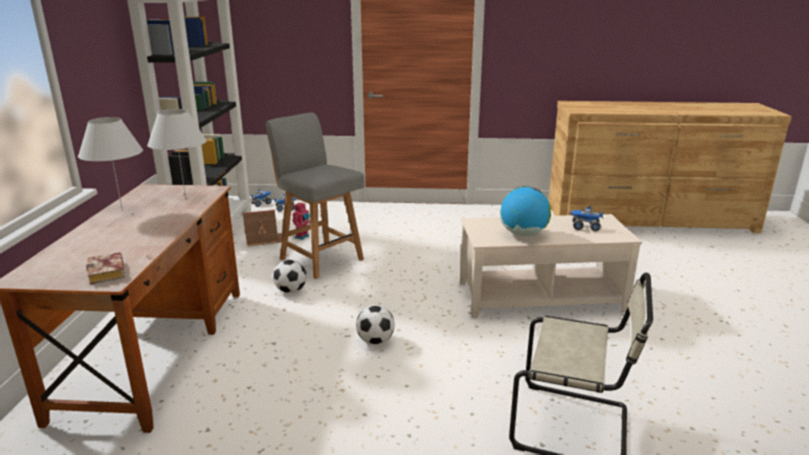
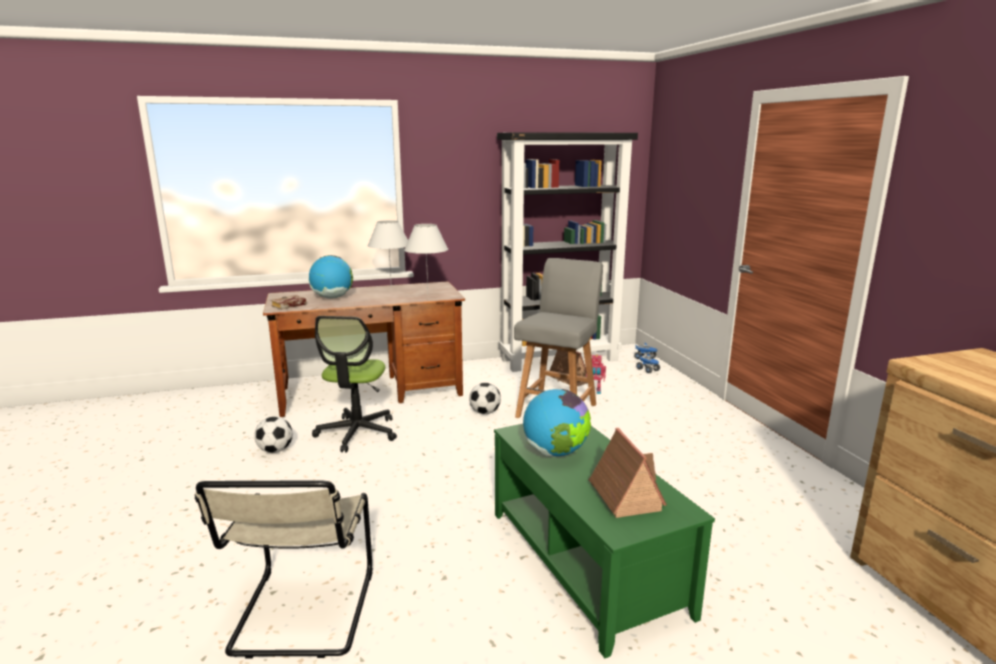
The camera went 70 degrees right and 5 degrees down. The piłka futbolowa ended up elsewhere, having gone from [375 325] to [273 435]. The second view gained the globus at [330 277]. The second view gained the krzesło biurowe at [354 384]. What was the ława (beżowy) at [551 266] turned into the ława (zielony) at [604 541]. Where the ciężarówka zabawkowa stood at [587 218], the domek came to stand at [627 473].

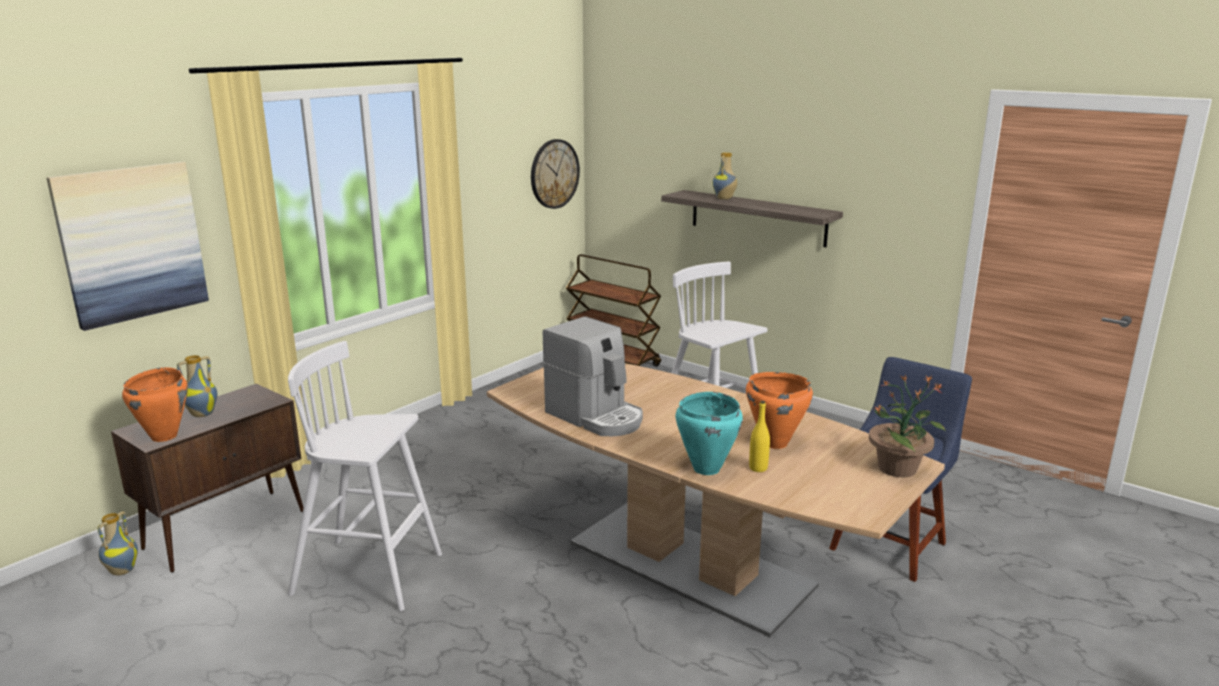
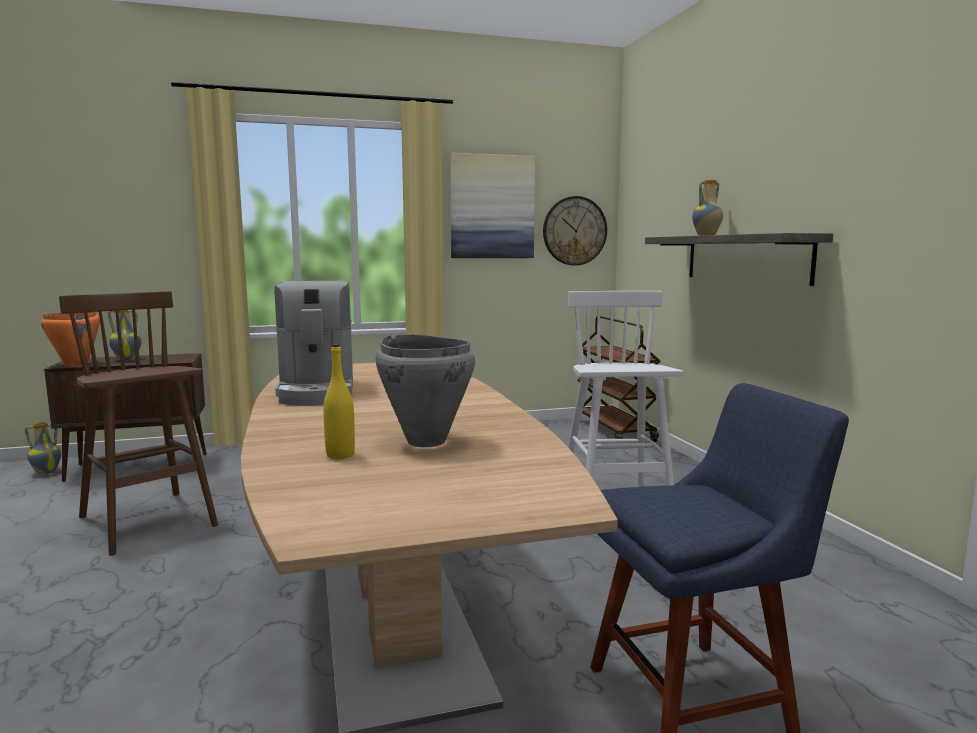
The camera went 35 degrees right and 10 degrees down. What was the stołek (biały) at [365 476] turned into the stołek (brązowy) at [138 423]. What was the garnek (pomarańczowy) at [779 410] turned into the garnek (szary) at [425 390]. The obraz ended up elsewhere, having gone from [128 246] to [492 205]. The second view lost the garnek (turkusowy) at [709 433]. The second view lost the roślina doniczkowa at [907 426].

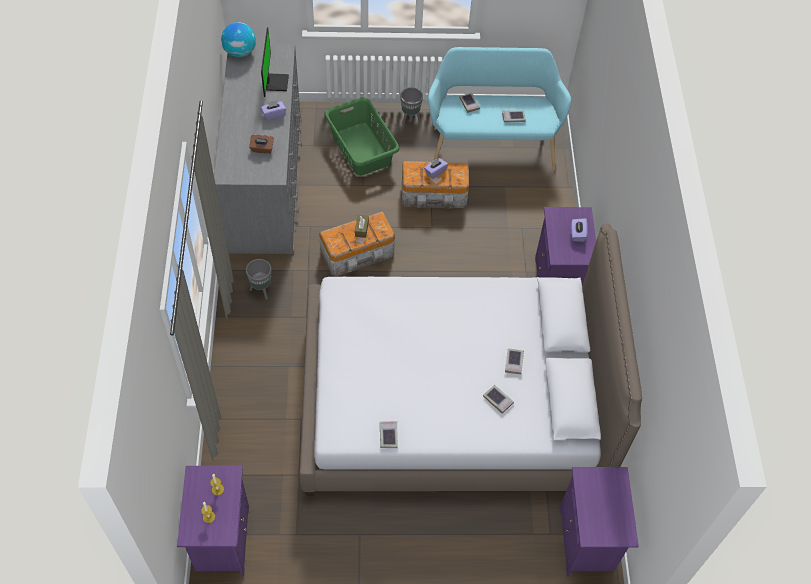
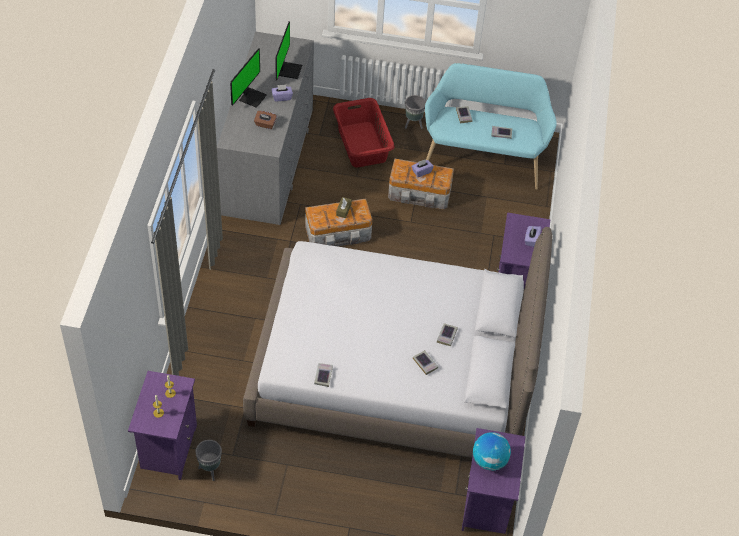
The camera went 10 degrees right and 5 degrees down. The donica (szary) ended up elsewhere, having gone from [259 279] to [208 460]. The second view gained the monitor at [248 78]. What was the kosz na pranie (zielony) at [362 136] turned into the kosz na pranie (czerwony) at [363 132]. The globus ended up elsewhere, having gone from [238 39] to [492 451].

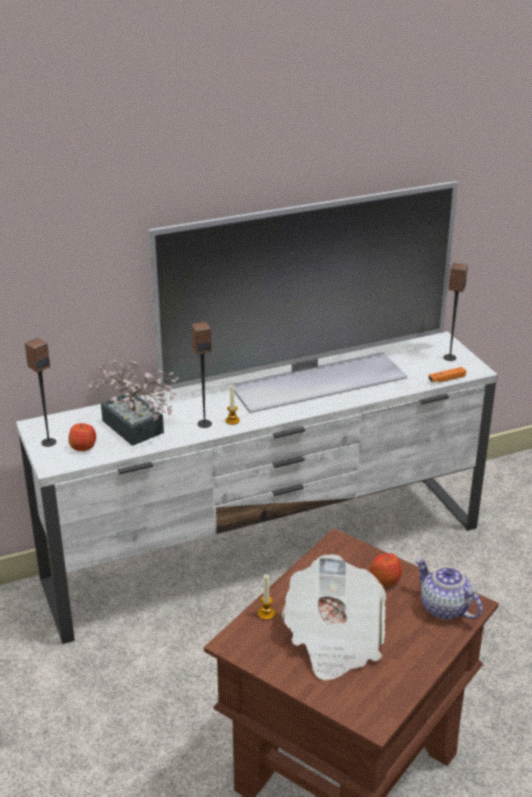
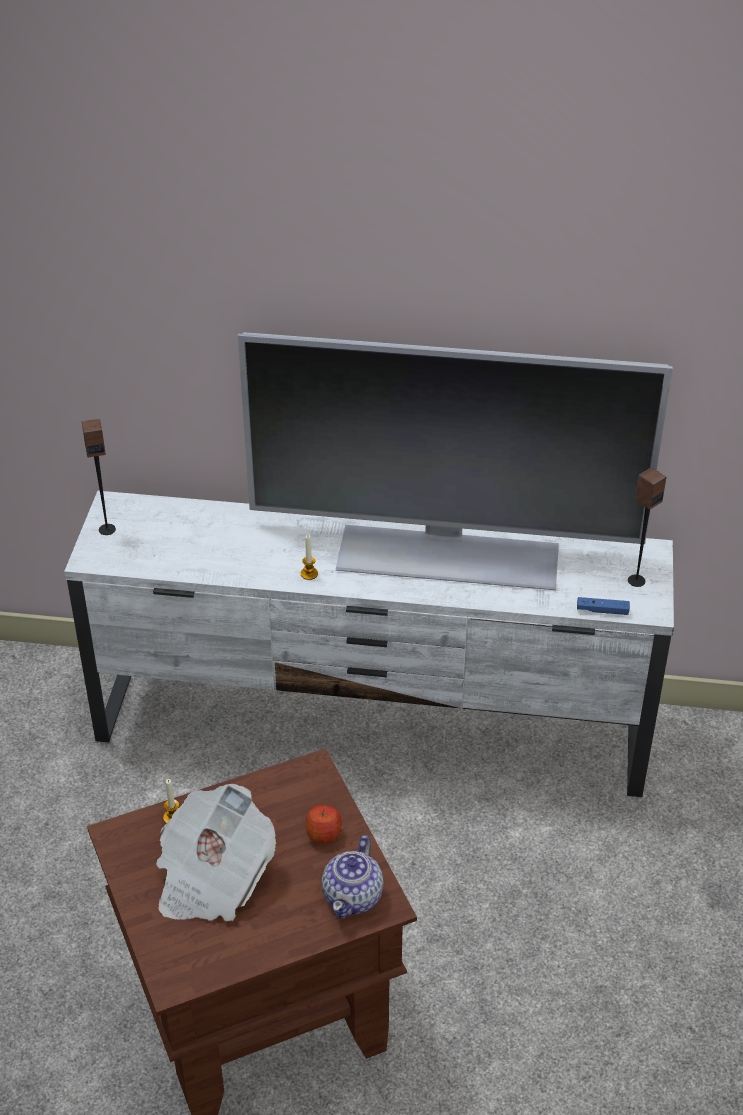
The camera went 30 degrees right and 10 degrees up. The imbryk at [449 589] ended up facing another way, 150 degrees counterclockwise from before. What was the pad do gier (pomarańczowy) at [447 375] turned into the pad do gier (niebieski) at [603 606]. The second view lost the jabłko at [82 437]. The second view lost the roślina doniczkowa at [133 403]. The second view lost the głośnik at [202 375].

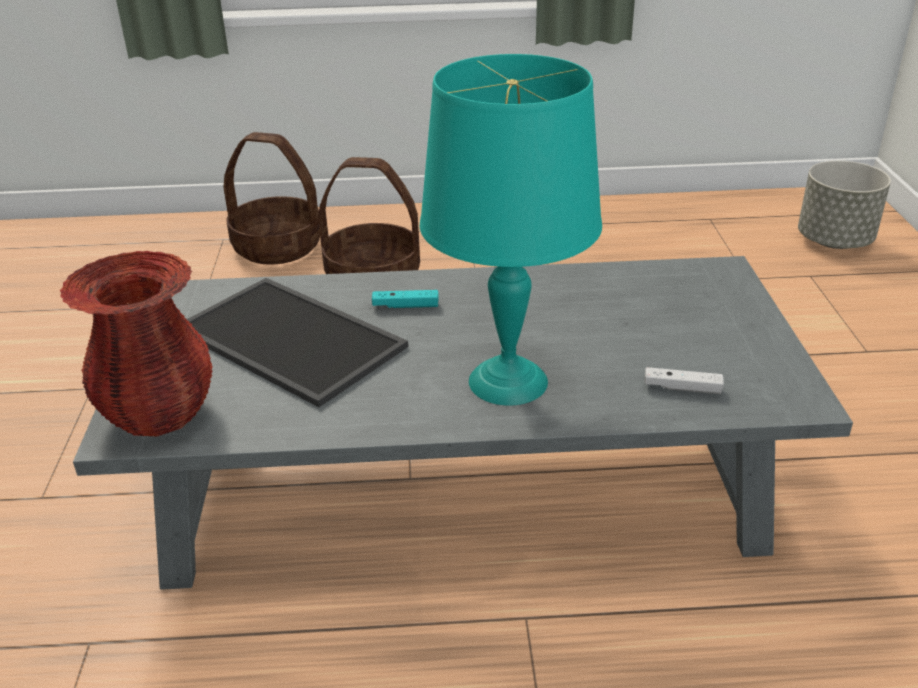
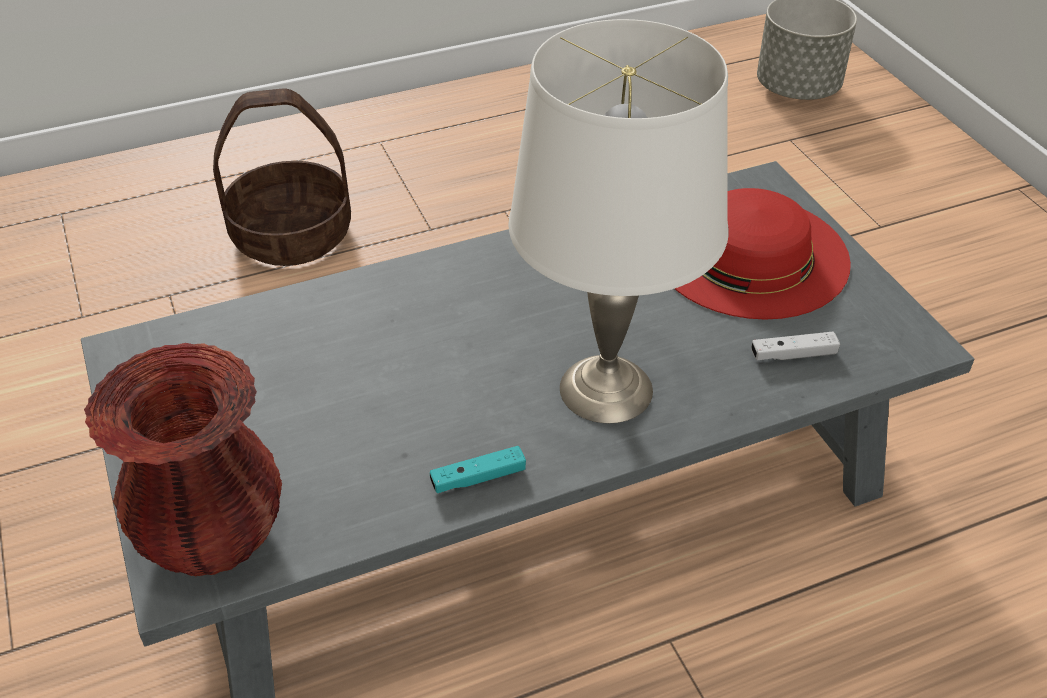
The camera went 20 degrees left and 10 degrees up. The pad do gier (turkusowy) ended up elsewhere, having gone from [405 299] to [478 469]. What was the lampa stołowa (turkusowy) at [511 230] turned into the lampa stołowa (biały) at [618 221]. The second view gained the kapelusz (czerwony) at [763 254]. The second view lost the taca at [297 342]. The second view lost the koszyk at [272 198].

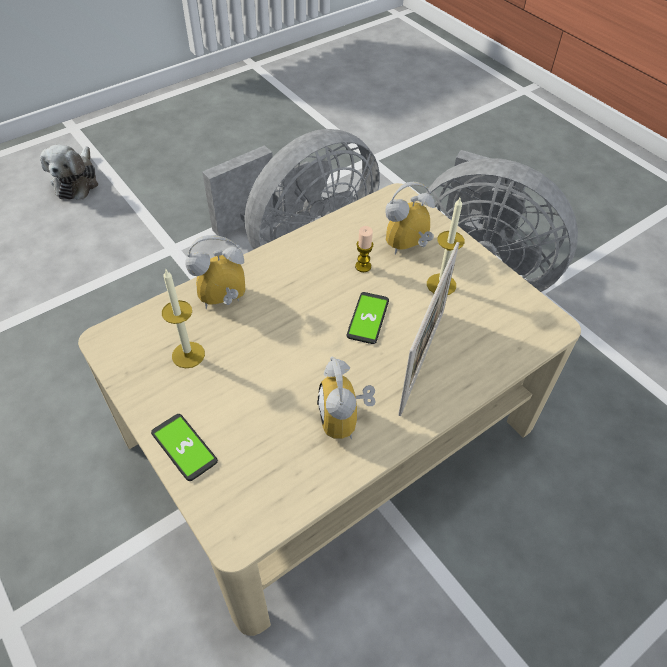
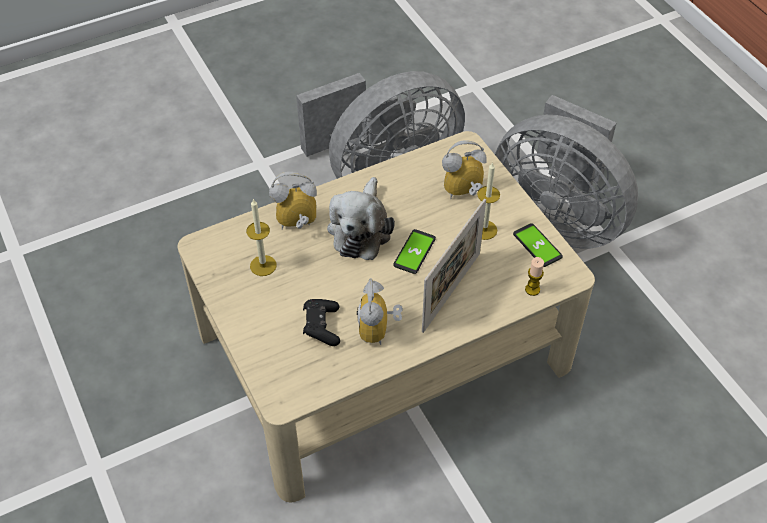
The camera went 10 degrees right and 0 degrees up. The second view gained the pad do gier (czarny) at [321 322]. The pluszak ended up elsewhere, having gone from [69 172] to [361 218]. The telefon ended up elsewhere, having gone from [184 447] to [538 245]. The świeca ended up elsewhere, having gone from [364 249] to [534 276].

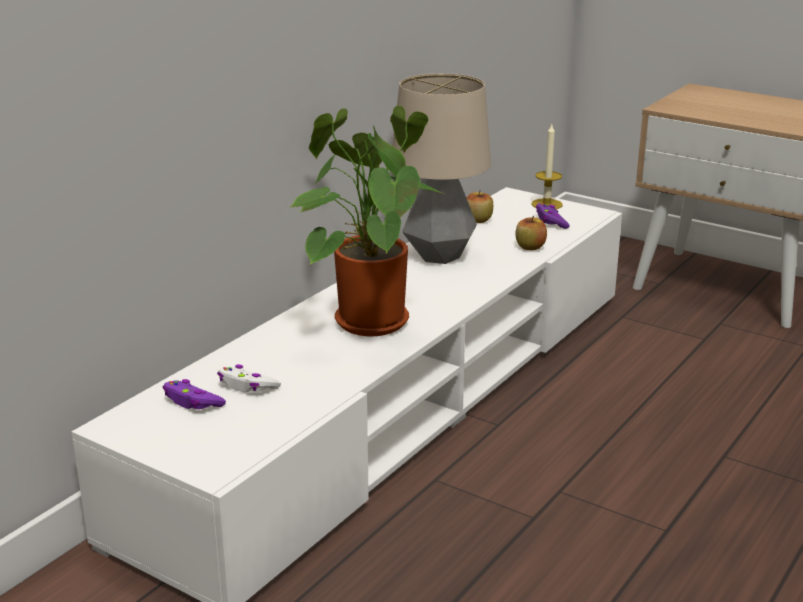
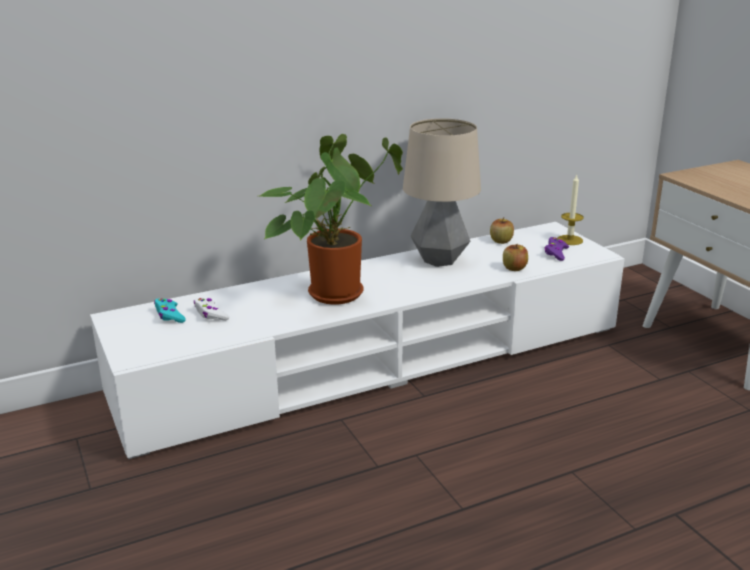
The camera went 30 degrees right and 0 degrees up. What was the pad do gier (fioletowy) at [194 394] turned into the pad do gier (turkusowy) at [170 310].

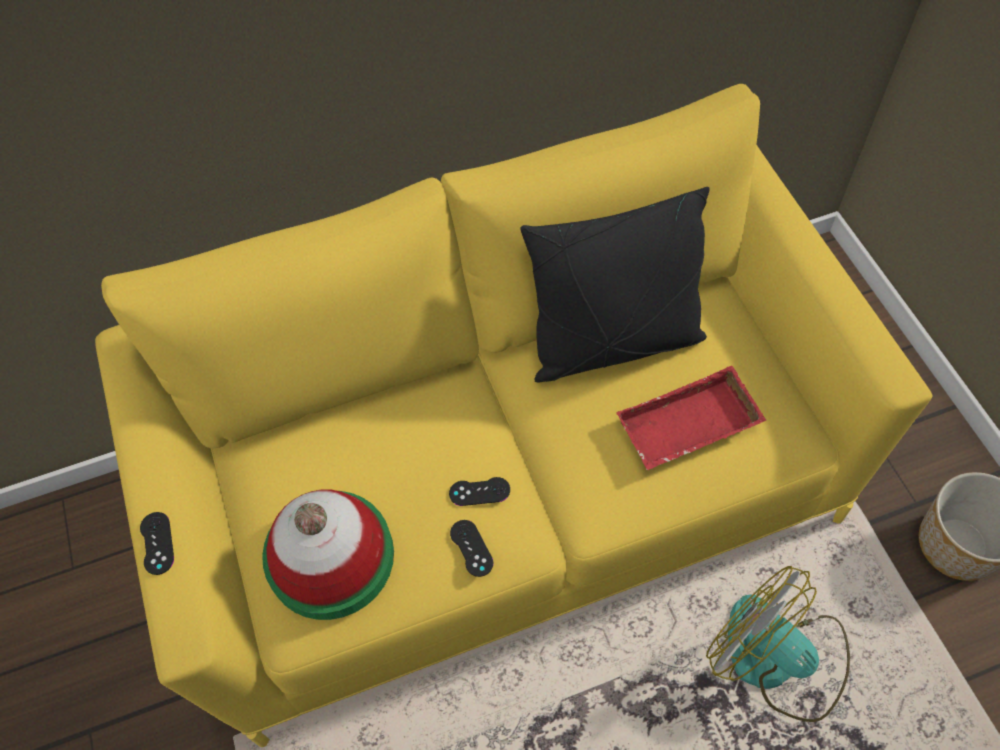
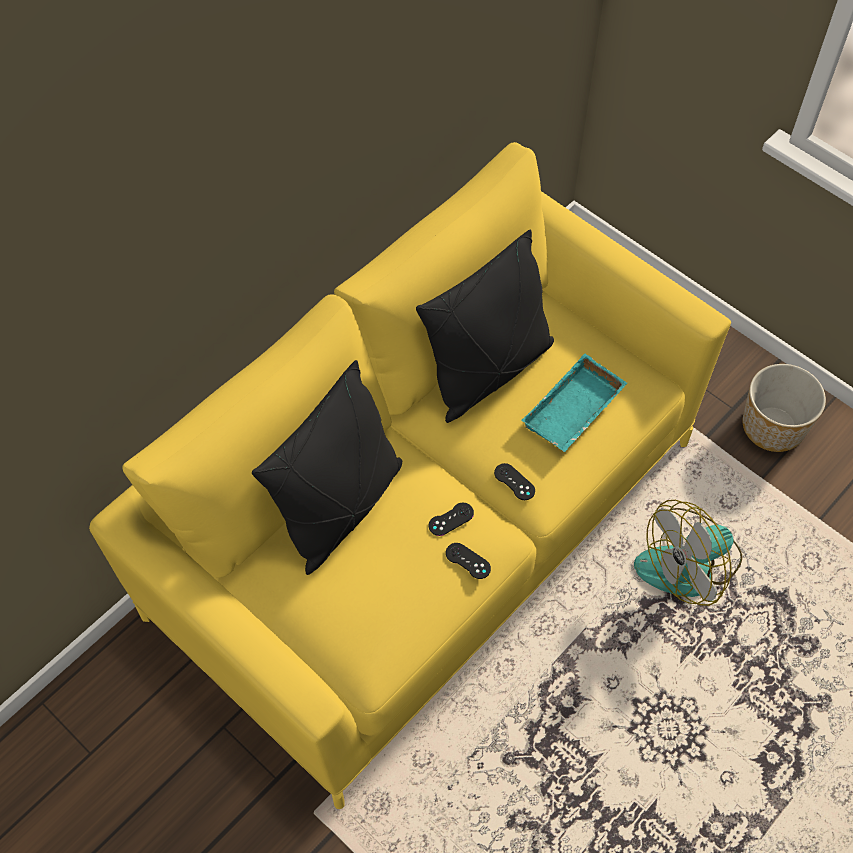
The camera went 30 degrees left and 0 degrees up. The second view gained the poduszka (czarny) at [327 467]. The pad do gier (czarny) ended up elsewhere, having gone from [157 543] to [514 481]. What was the taca (czerwony) at [691 418] turned into the taca (turkusowy) at [574 403]. The wentylator at [778 644] ended up facing another way, 45 degrees counterclockwise from before. The second view lost the kapelusz at [328 555].

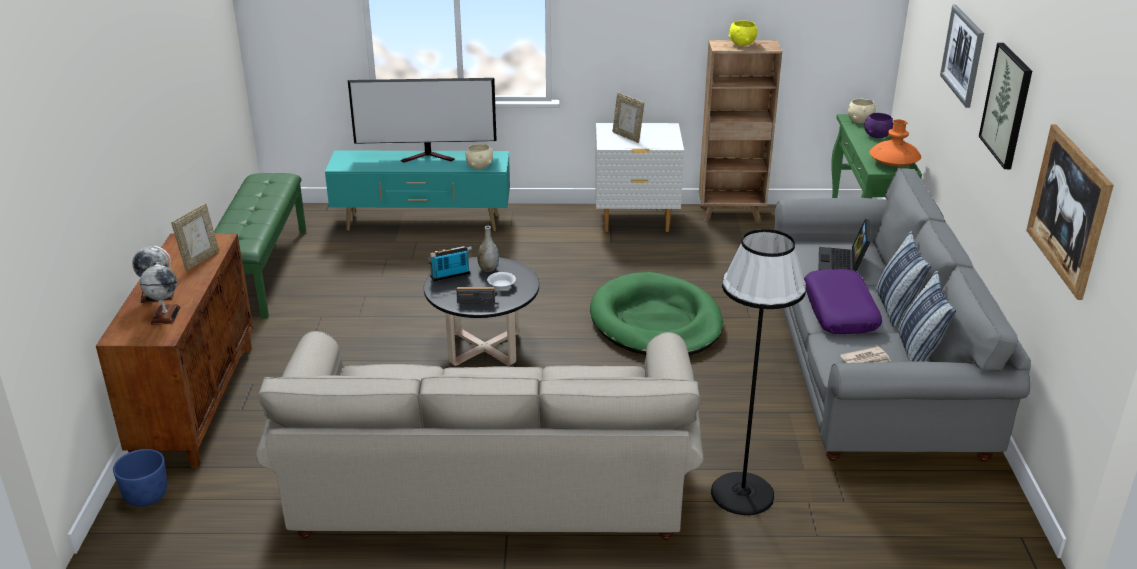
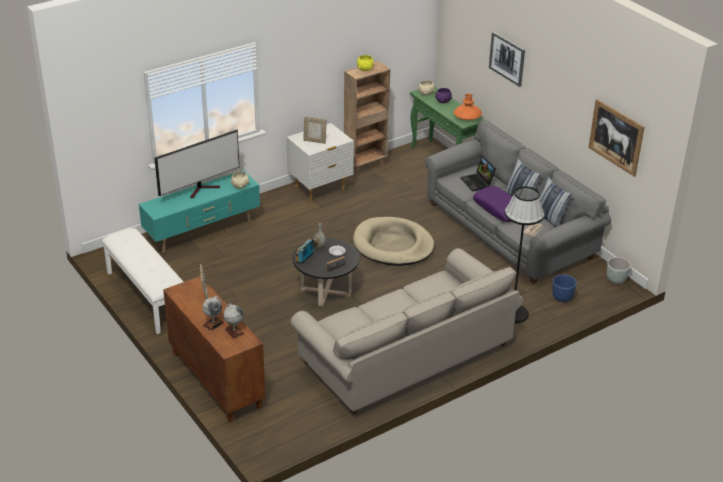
The camera went 35 degrees left and 5 degrees up. What was the ławka (zielony) at [260 245] turned into the ławka (biały) at [143 281]. What was the legowisko (zielony) at [656 314] turned into the legowisko (beżowy) at [393 241]. The donica (niebieski) ended up elsewhere, having gone from [140 478] to [564 288]. The second view gained the donica (szary) at [619 270]. The second view lost the obraz at [1005 106].

